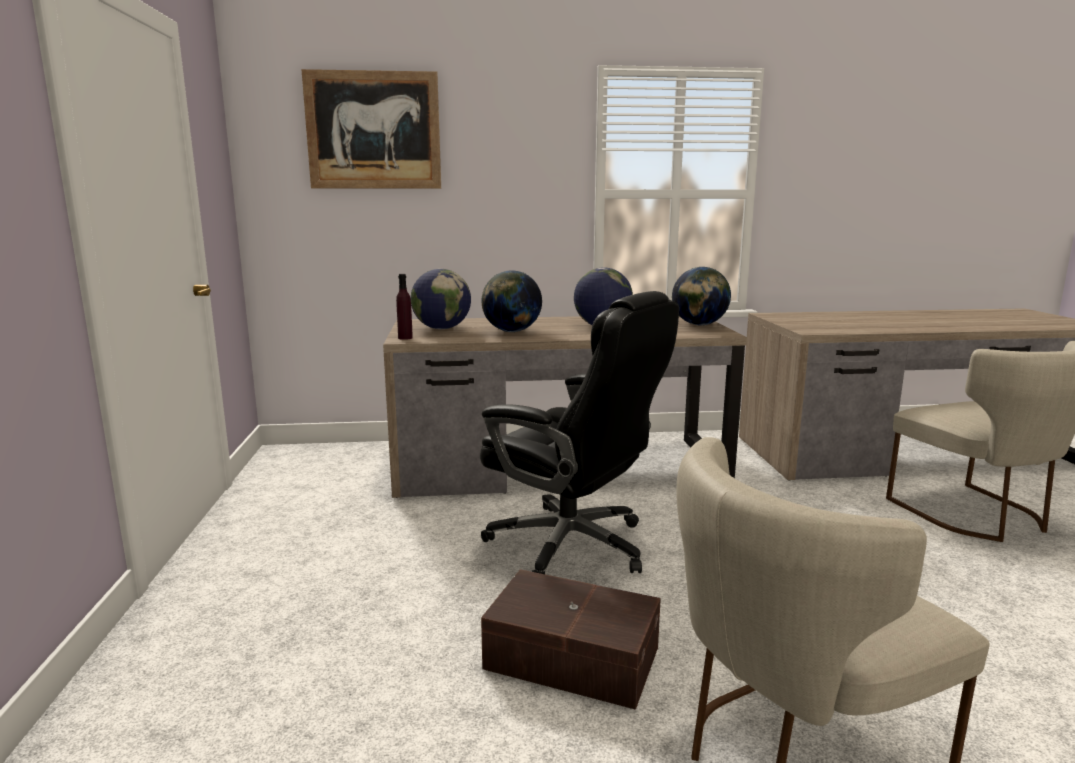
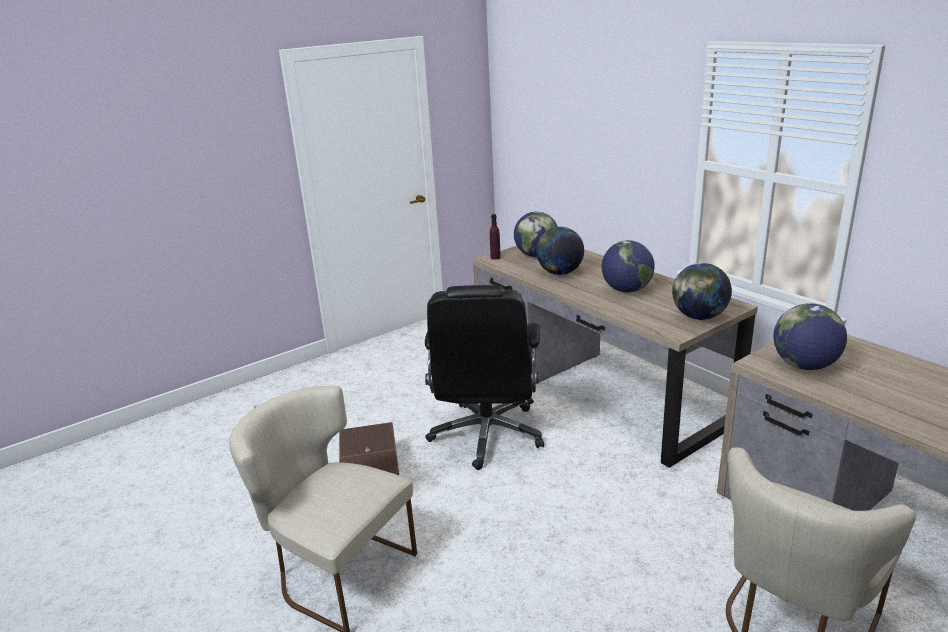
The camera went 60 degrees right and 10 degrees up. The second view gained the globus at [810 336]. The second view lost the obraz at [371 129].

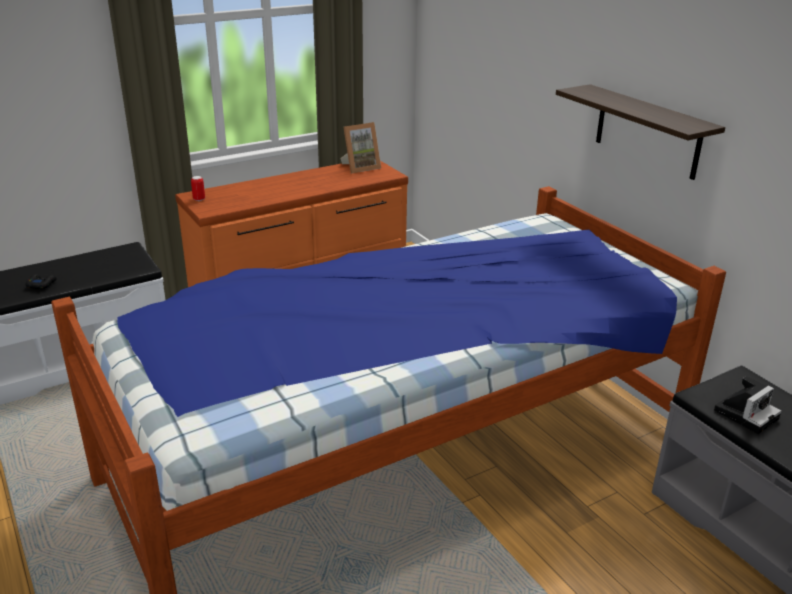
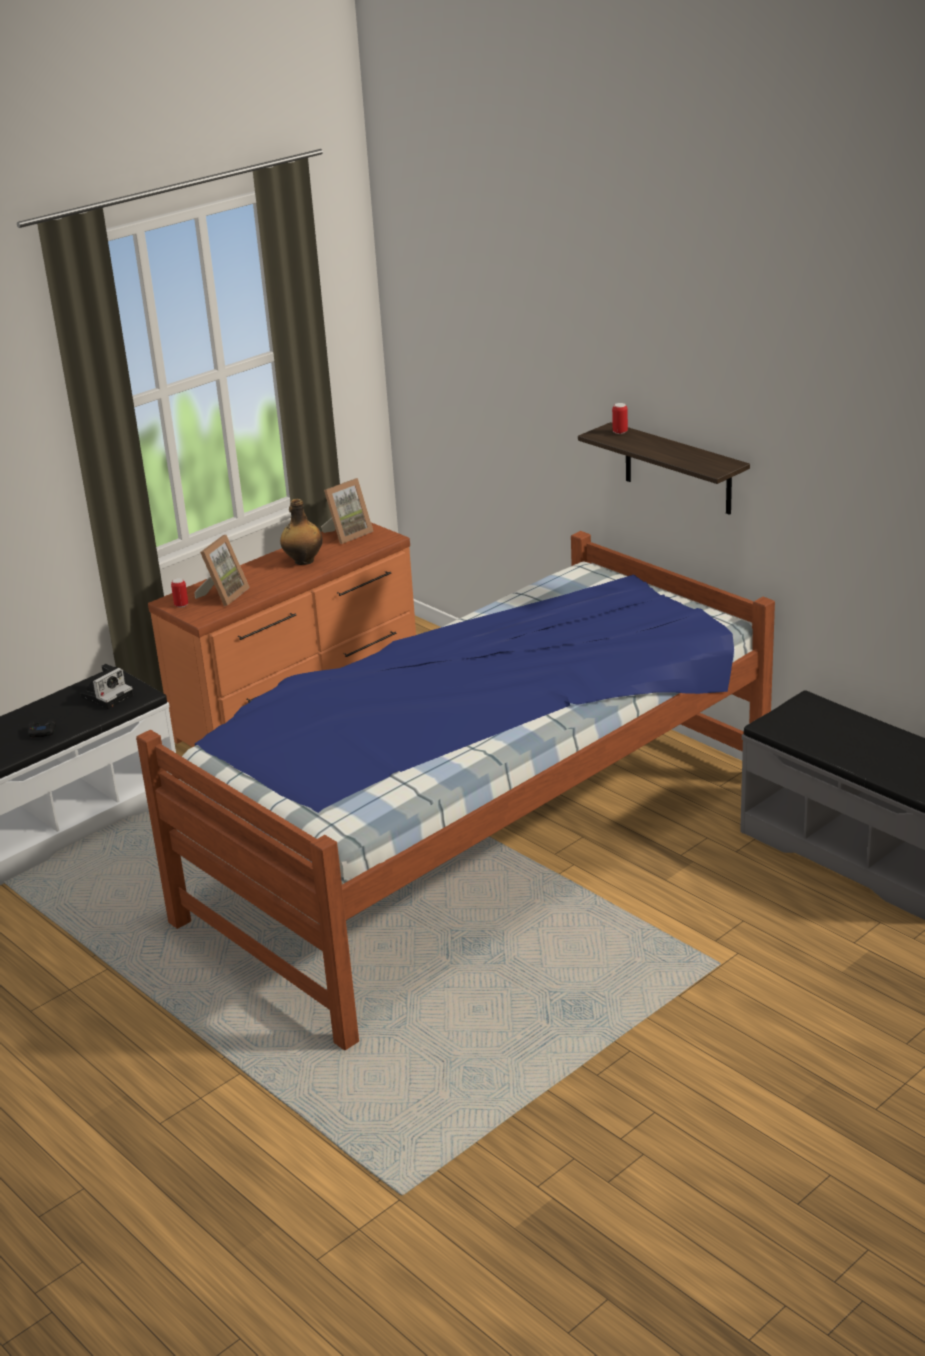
The camera went 10 degrees left and 0 degrees up. The aparat fotograficzny ended up elsewhere, having gone from [748 405] to [107 686]. The second view gained the ramka na zdjęcie at [222 570]. The second view gained the butelka at [301 532]. The second view gained the puszka at [620 418].

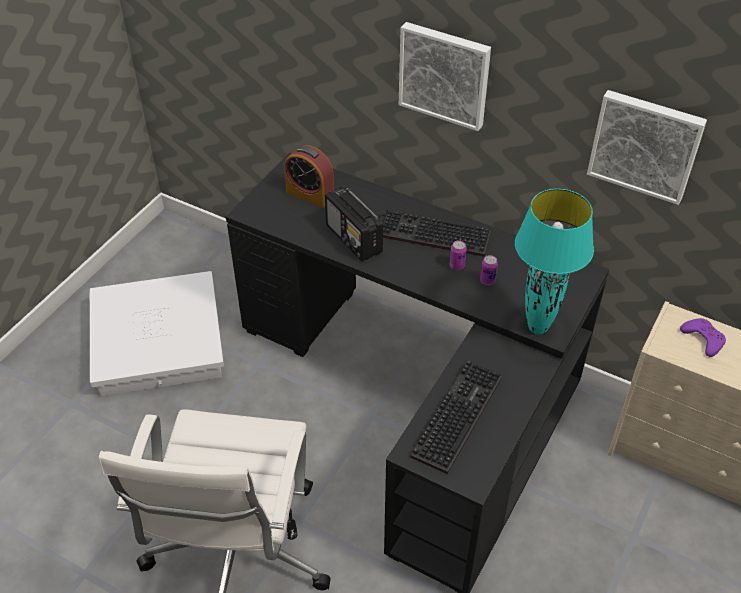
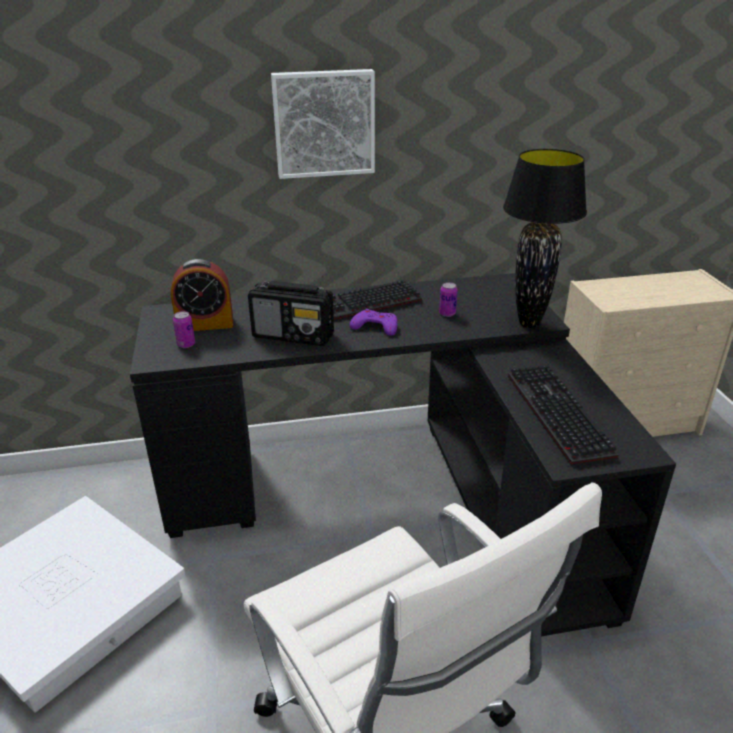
The camera went 40 degrees left and 15 degrees down. The puszka ended up elsewhere, having gone from [458 255] to [184 329]. The pad do gier (fioletowy) ended up elsewhere, having gone from [703 337] to [374 322]. What was the lampa stołowa (turkusowy) at [554 262] turned into the lampa stołowa (czarny) at [545 238]. The second view lost the obraz at [647 147].

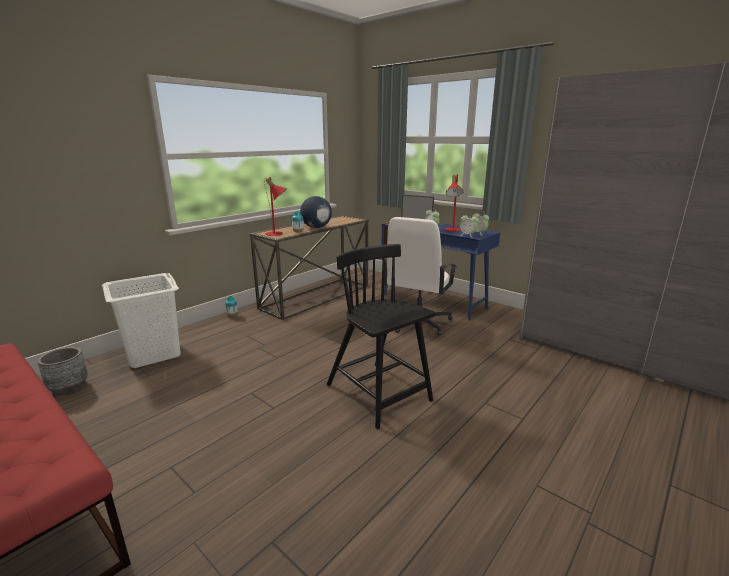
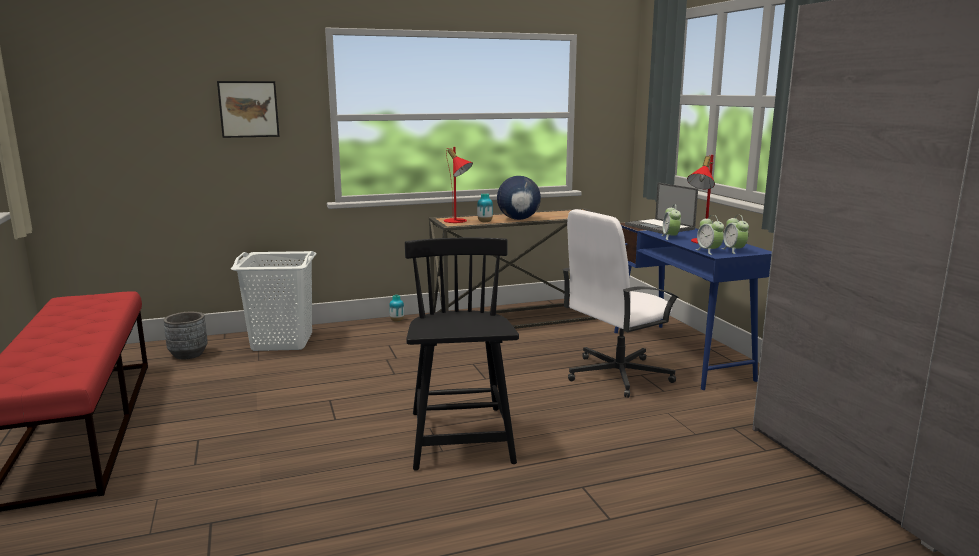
The camera went 30 degrees right and 5 degrees down. The second view gained the obraz at [248 109].

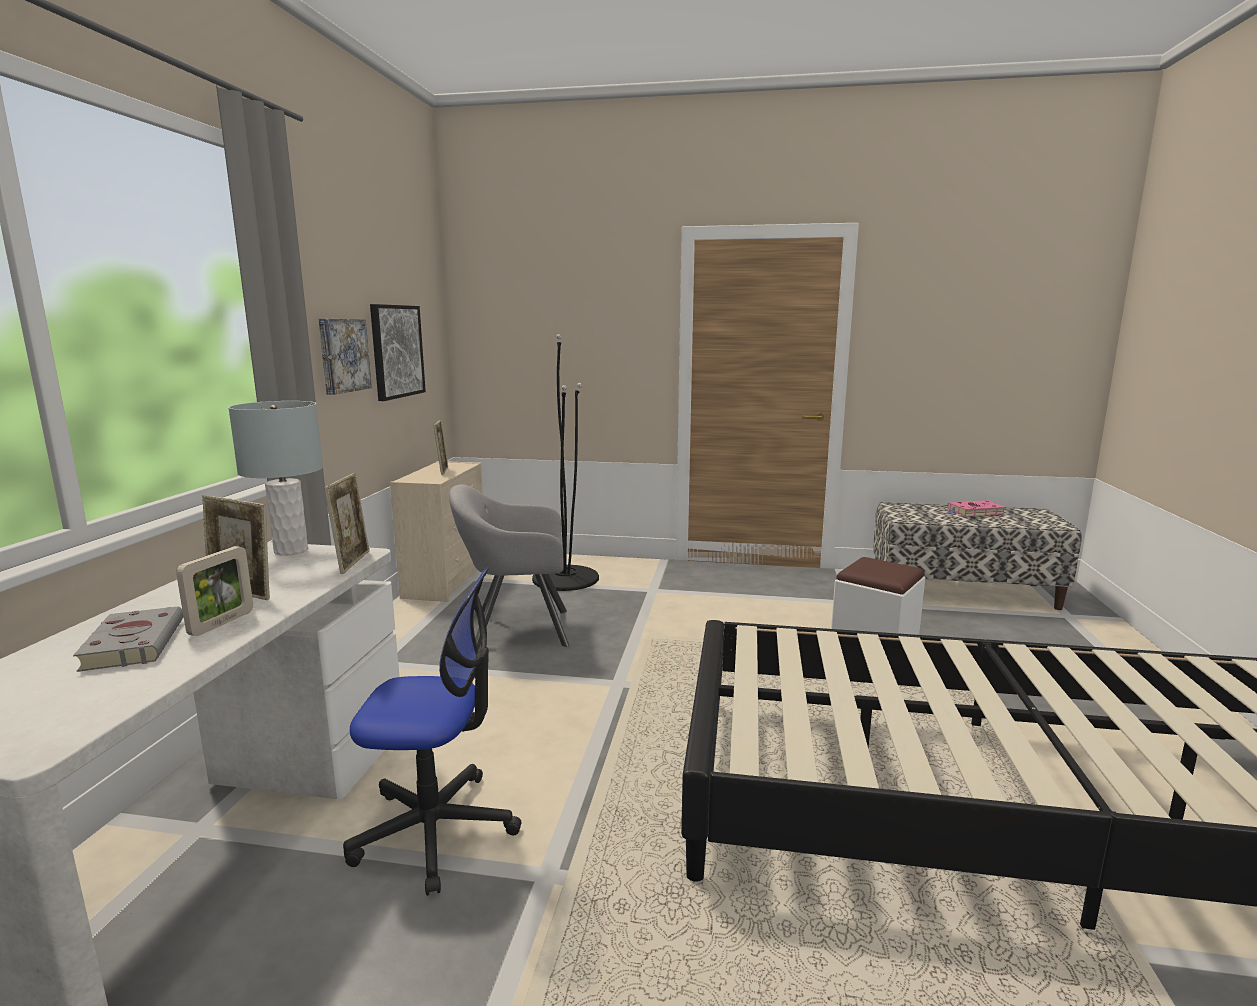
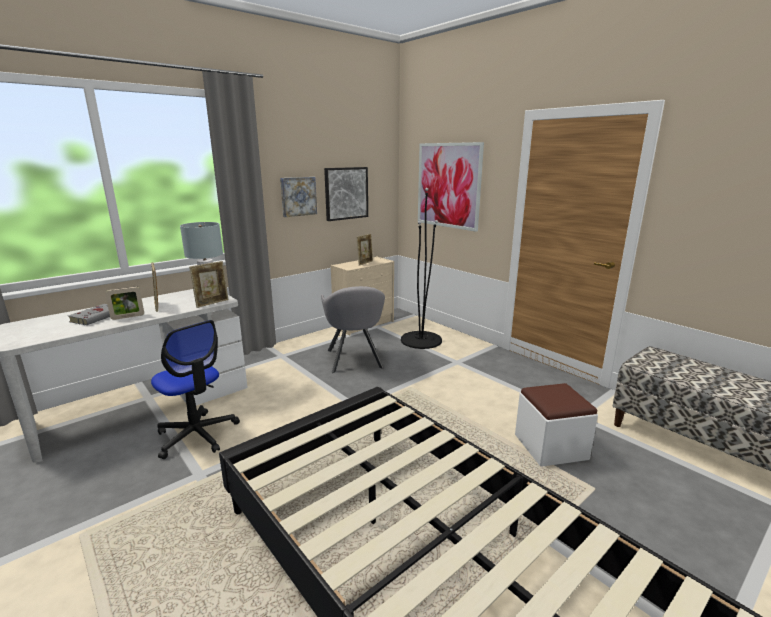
The camera went 40 degrees right and 5 degrees up. The fotel (szary) at [509 567] ended up facing another way, 135 degrees counterclockwise from before. The second view gained the obraz at [451 187]. The second view lost the książka (różowy) at [975 508].

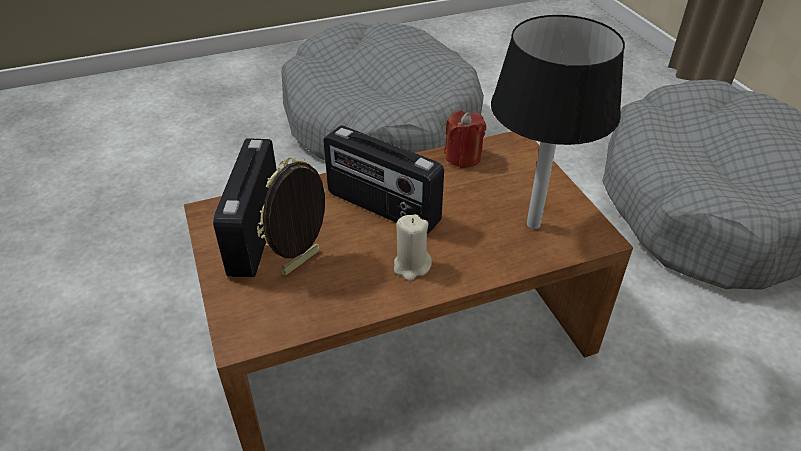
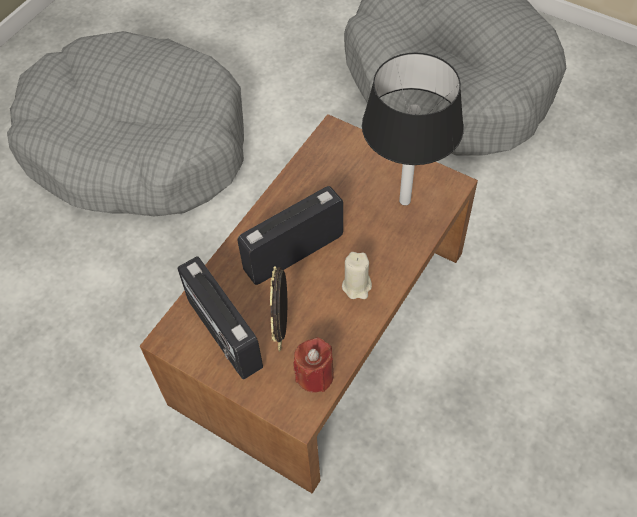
The camera went 35 degrees left and 15 degrees up. The radio at [383 179] ended up facing another way, 150 degrees clockwise from before. The świeca (czerwony) ended up elsewhere, having gone from [465 139] to [313 365].

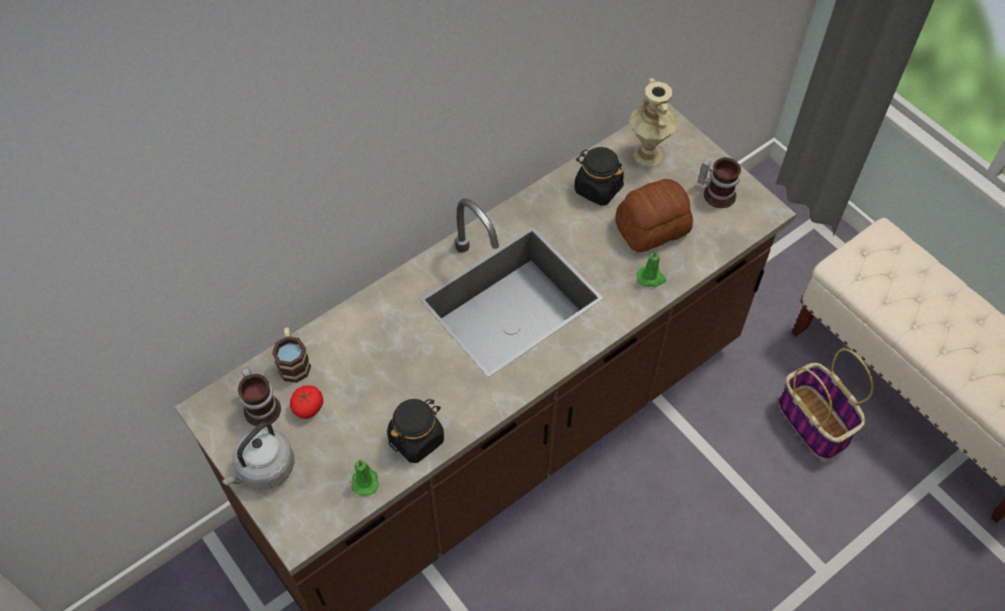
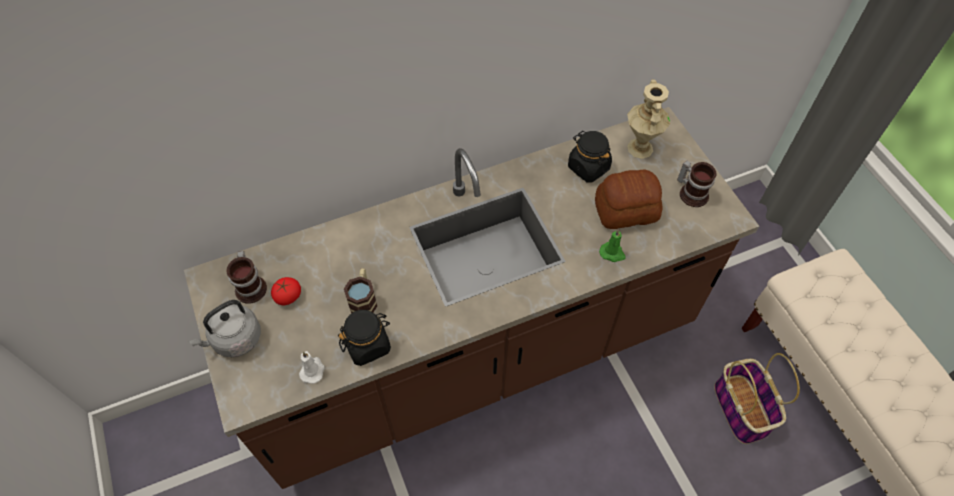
The camera went 15 degrees right and 0 degrees up. What was the świeca (zielony) at [365 477] turned into the świeca (biały) at [312 367]. The kubek ended up elsewhere, having gone from [291 355] to [360 290].

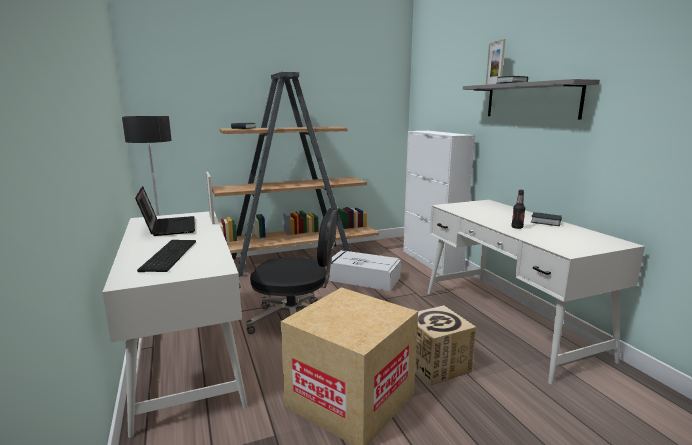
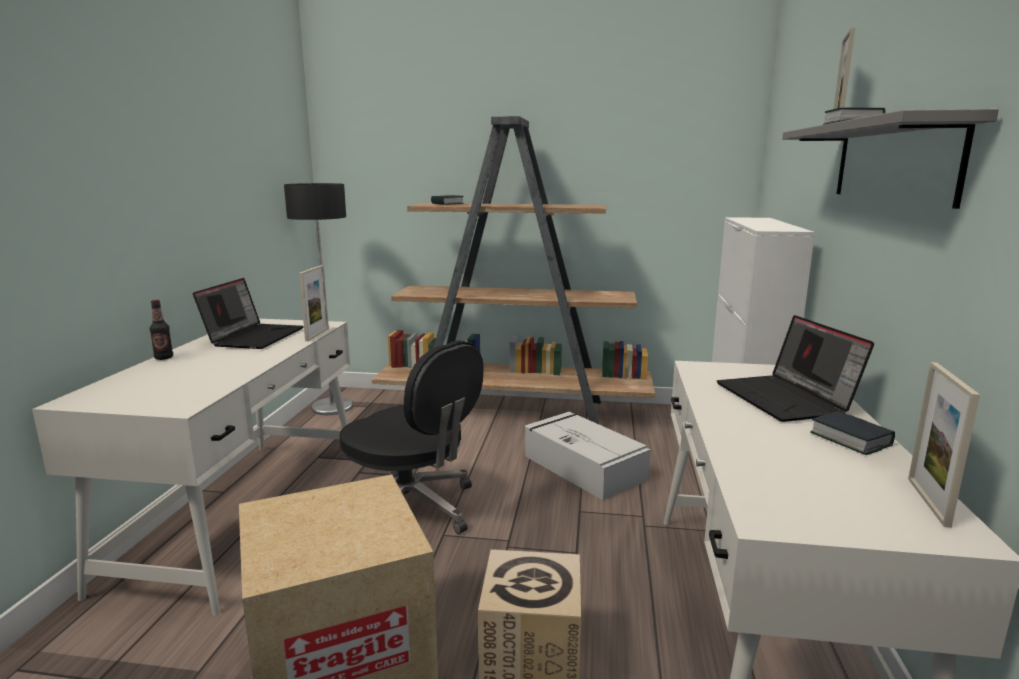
The camera went 30 degrees right and 0 degrees up. The butelka ended up elsewhere, having gone from [518 209] to [161 330]. The second view gained the laptop at [795 368]. The second view gained the ramka na zdjęcie at [944 445]. The second view lost the klawiatura at [166 256].

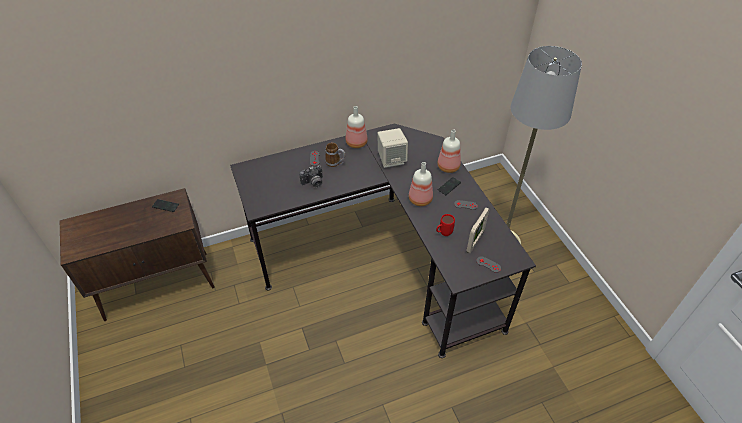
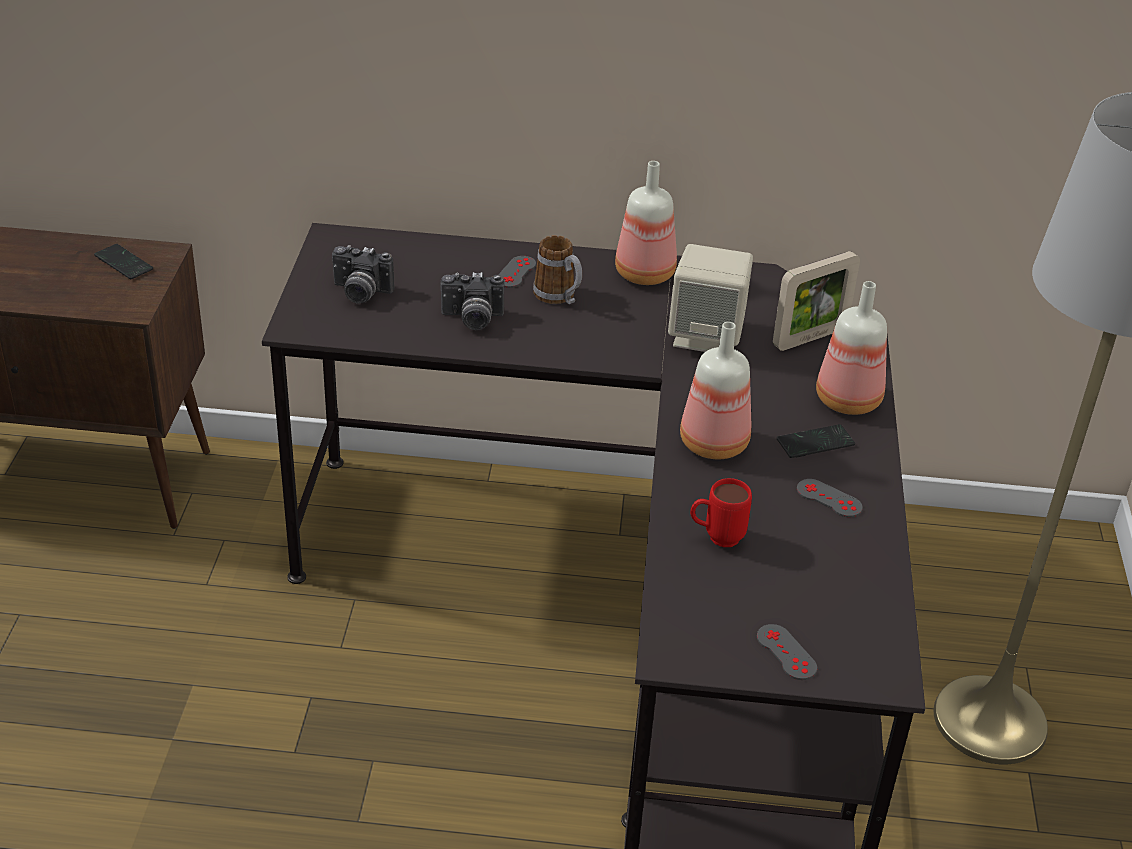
The camera went 25 degrees right and 10 degrees down. The second view gained the aparat fotograficzny at [363 274]. The ramka na zdjęcie ended up elsewhere, having gone from [478 230] to [816 301].

